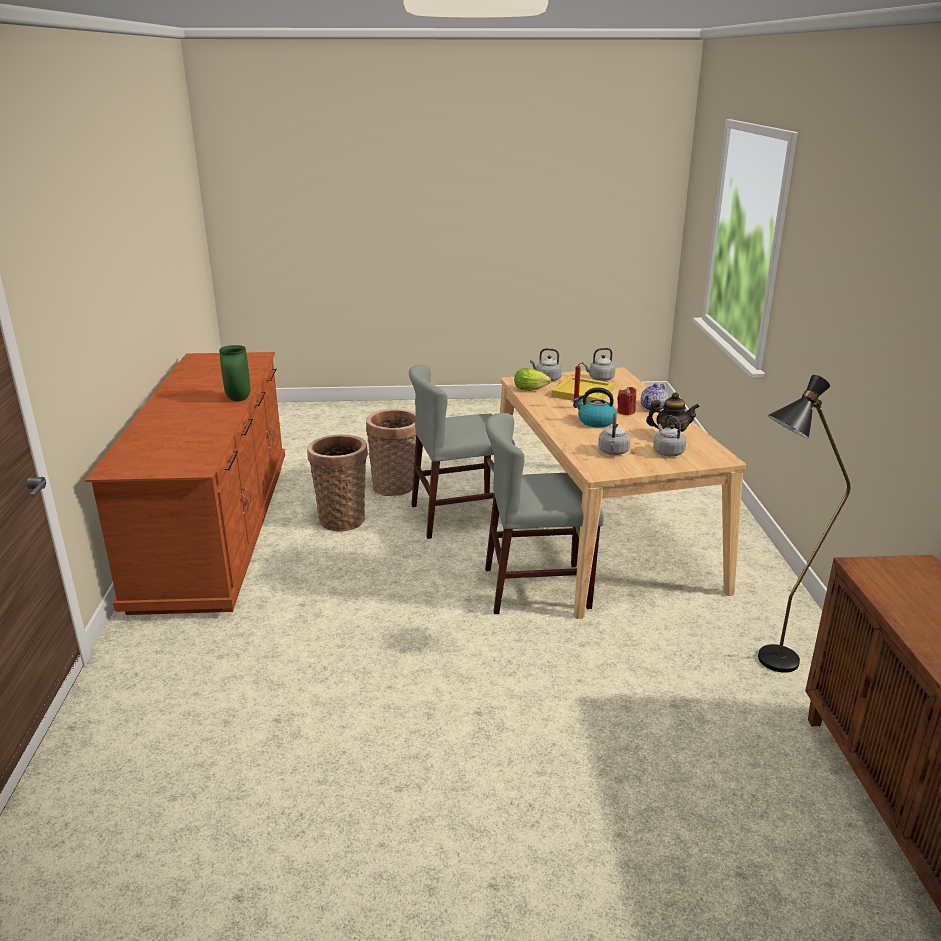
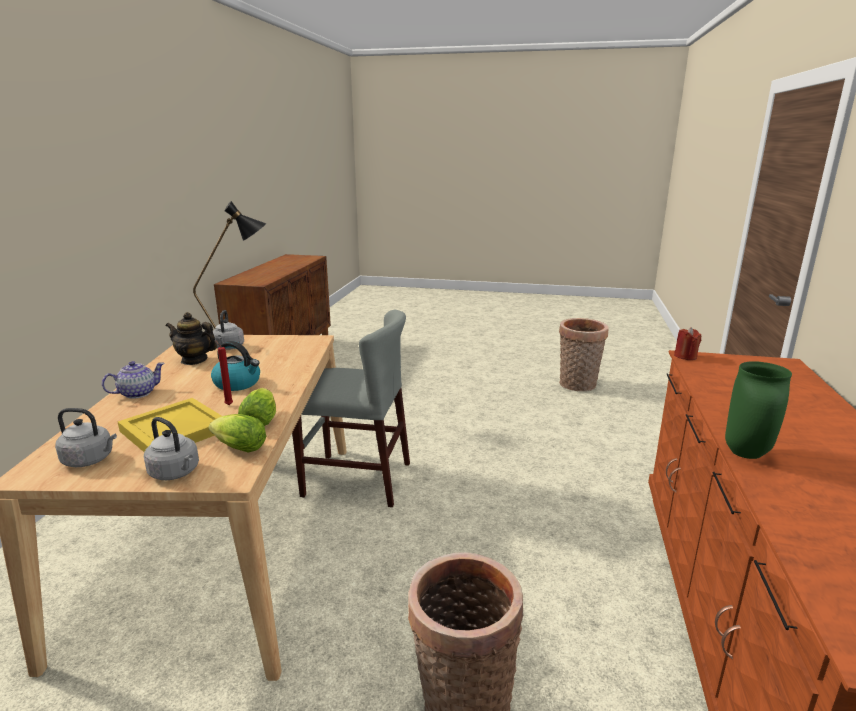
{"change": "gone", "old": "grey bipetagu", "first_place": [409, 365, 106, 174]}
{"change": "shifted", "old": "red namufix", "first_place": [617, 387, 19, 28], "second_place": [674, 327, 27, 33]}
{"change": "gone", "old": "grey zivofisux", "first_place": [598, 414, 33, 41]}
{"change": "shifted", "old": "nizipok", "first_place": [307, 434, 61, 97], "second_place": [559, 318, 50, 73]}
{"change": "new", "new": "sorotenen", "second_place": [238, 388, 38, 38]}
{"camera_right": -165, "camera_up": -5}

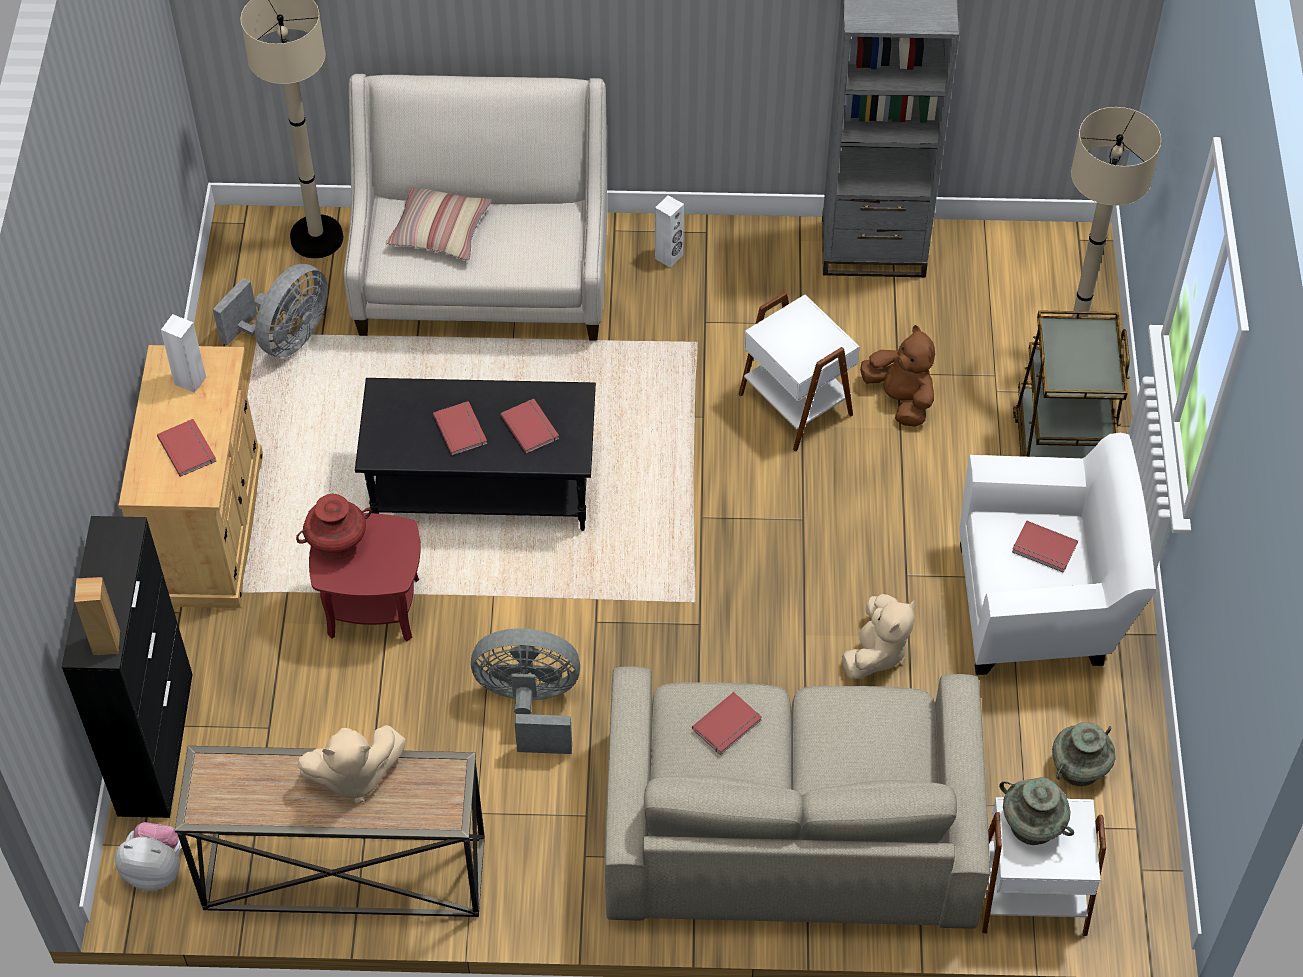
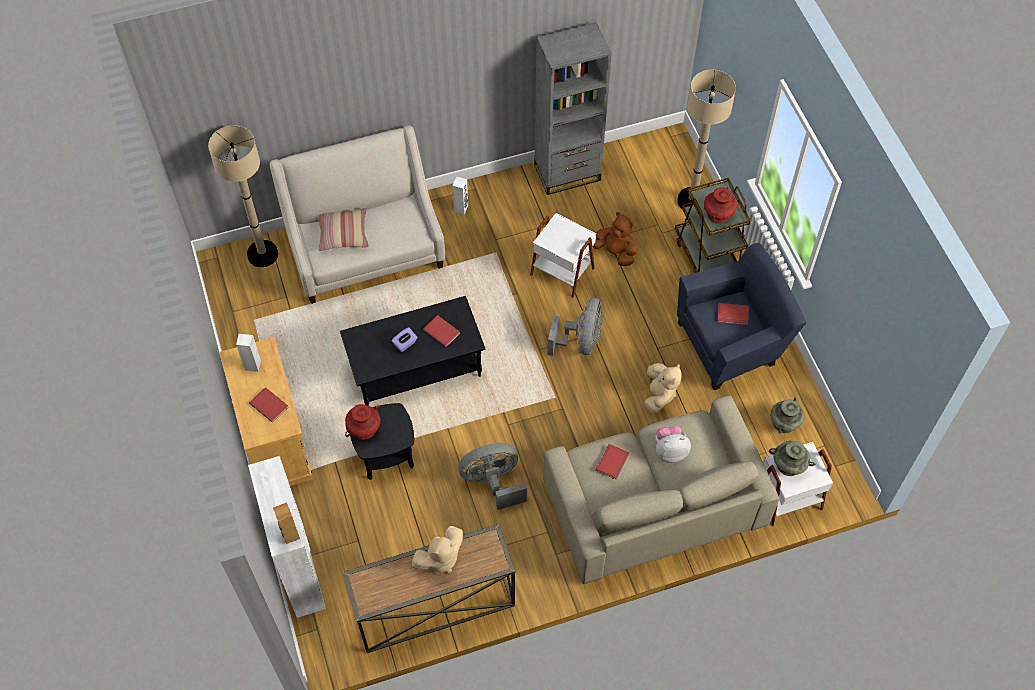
{"change": "shifted", "old": "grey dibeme", "first_place": [213, 264, 115, 94], "second_place": [547, 298, 56, 58]}
{"change": "swapped", "old": "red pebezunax", "new": "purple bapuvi", "first_place": [433, 401, 54, 54], "second_place": [391, 327, 27, 25]}
{"change": "repainted", "old": "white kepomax", "new": "blue kepomax", "first_place": [959, 433, 197, 242], "second_place": [677, 243, 129, 147]}
{"change": "repainted", "old": "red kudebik", "new": "black kudebik", "first_place": [309, 513, 111, 129], "second_place": [350, 403, 64, 77]}
{"change": "repainted", "old": "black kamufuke", "new": "white kamufuke", "first_place": [62, 516, 131, 302], "second_place": [248, 456, 78, 162]}
{"change": "shifted", "old": "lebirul", "first_place": [115, 822, 66, 69], "second_place": [655, 426, 36, 37]}
{"change": "new", "new": "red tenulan", "second_place": [704, 187, 33, 37]}
{"camera_right": -20, "camera_up": 5}

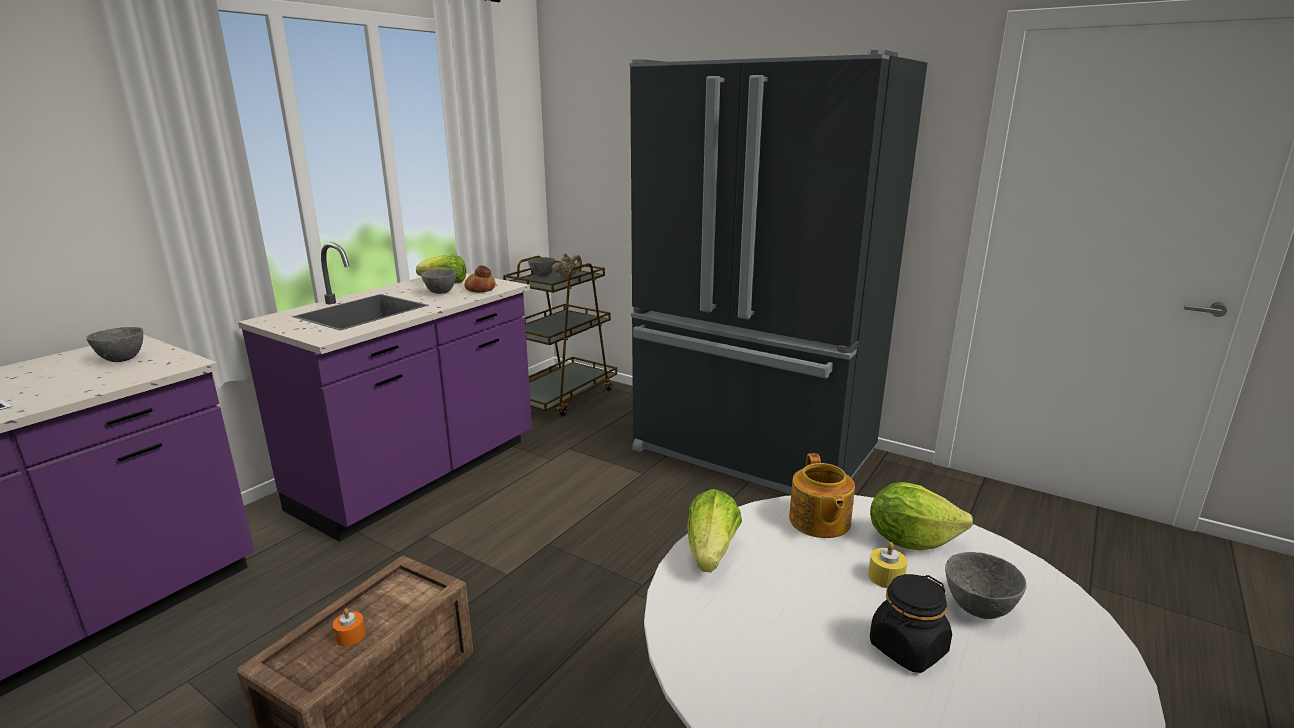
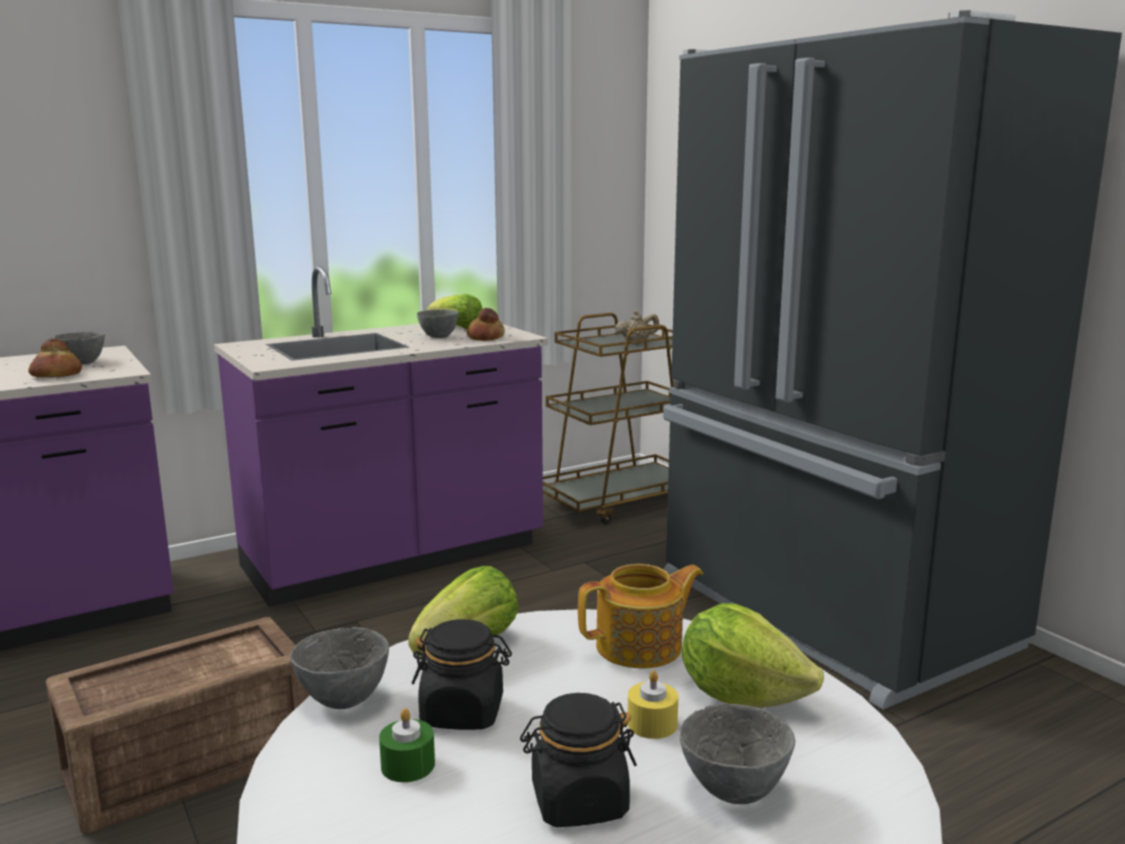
{"change": "shifted", "old": "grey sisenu", "first_place": [528, 257, 28, 20], "second_place": [290, 627, 99, 82]}
{"change": "rotated", "old": "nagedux", "first_place": [789, 453, 66, 85], "second_place": [578, 564, 125, 104], "degrees": -135}
{"change": "gone", "old": "orange namufix", "first_place": [333, 609, 33, 37]}
{"change": "new", "new": "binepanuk", "second_place": [28, 338, 54, 40]}
{"change": "new", "new": "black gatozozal", "second_place": [412, 619, 100, 111]}
{"change": "new", "new": "green namufix", "second_place": [379, 708, 56, 74]}
{"camera_right": 25, "camera_up": -5}

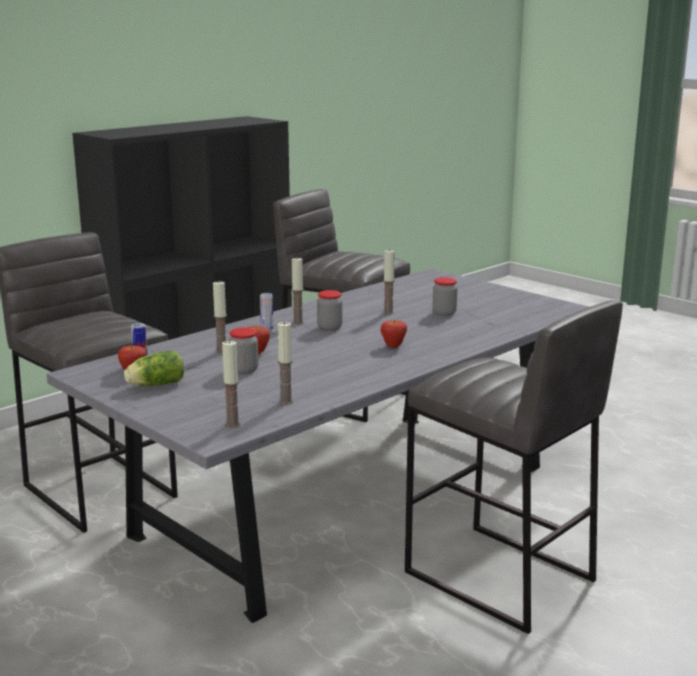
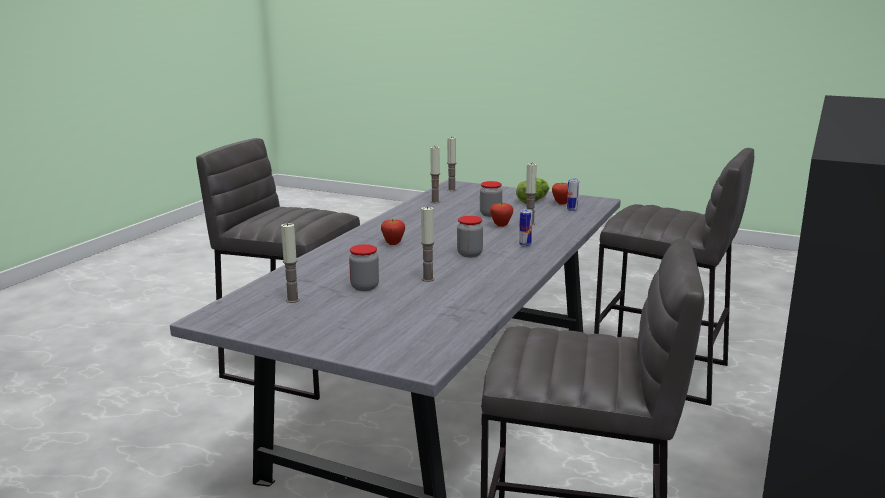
{"change": "shifted", "old": "namufix", "first_place": [292, 258, 12, 67], "second_place": [281, 223, 19, 80]}
{"camera_right": 160, "camera_up": 0}

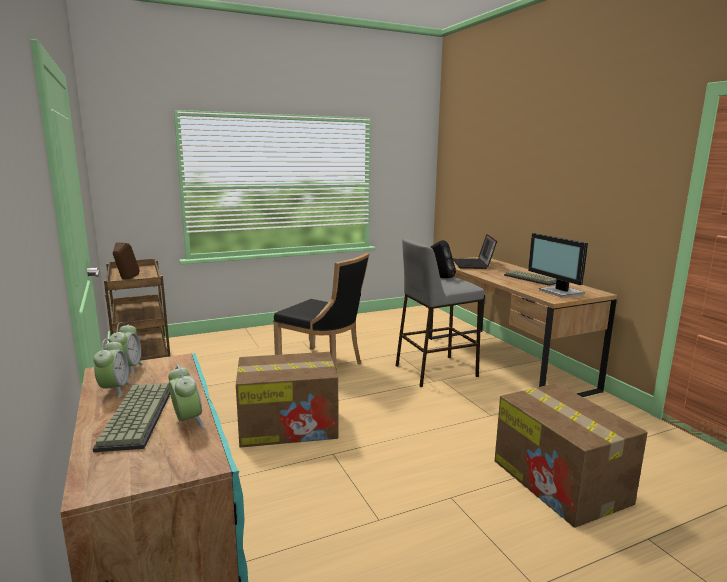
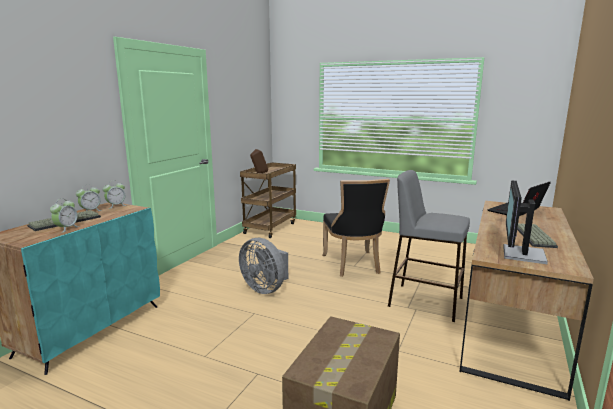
{"change": "gone", "old": "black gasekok", "first_place": [431, 240, 25, 38]}
{"change": "swapped", "old": "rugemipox", "new": "grey dibeme", "first_place": [236, 352, 102, 96], "second_place": [239, 238, 49, 56]}
{"camera_right": 50, "camera_up": 0}

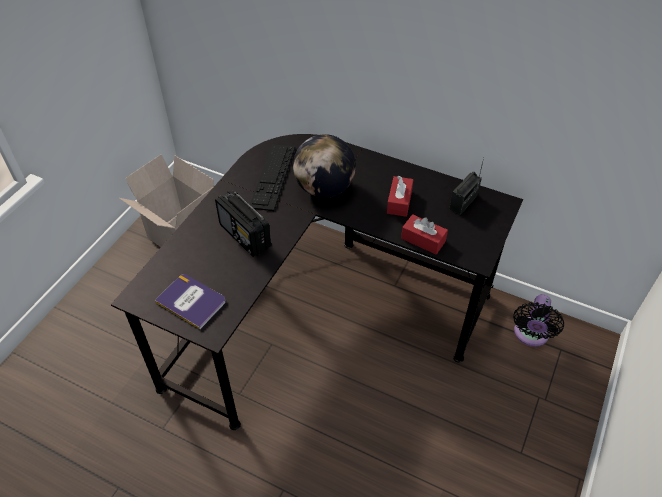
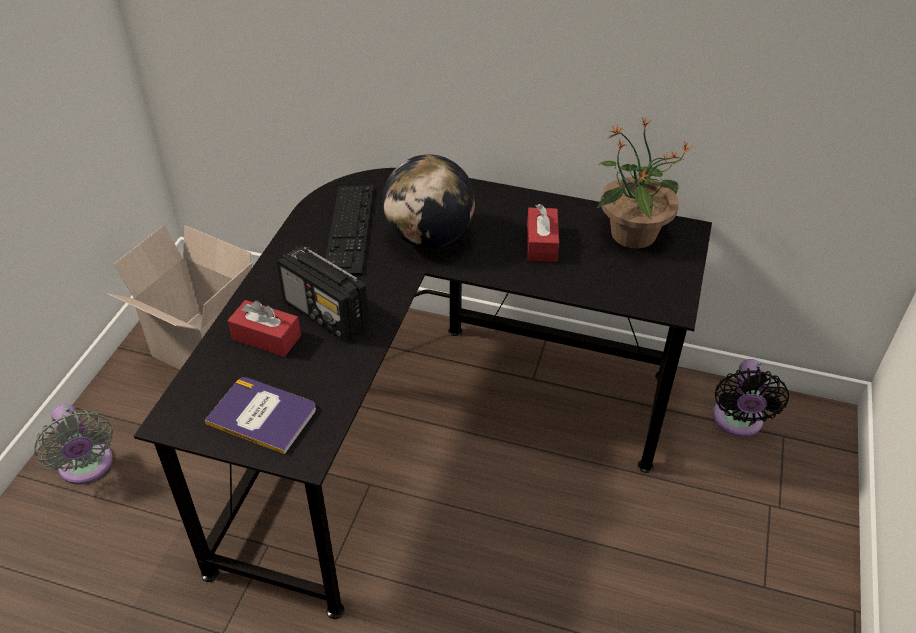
{"change": "swapped", "old": "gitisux", "new": "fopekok", "first_place": [449, 157, 35, 58], "second_place": [596, 117, 97, 132]}
{"change": "shifted", "old": "red bapuvi", "first_place": [401, 214, 47, 41], "second_place": [227, 300, 74, 57]}
{"change": "new", "new": "grey dibeme", "second_place": [34, 404, 79, 80]}
{"camera_right": -10, "camera_up": -5}

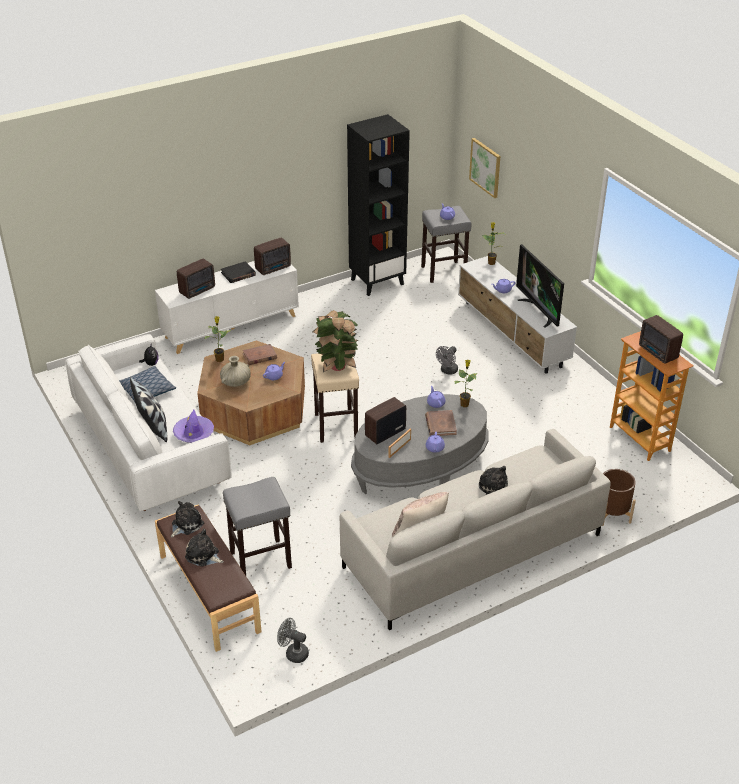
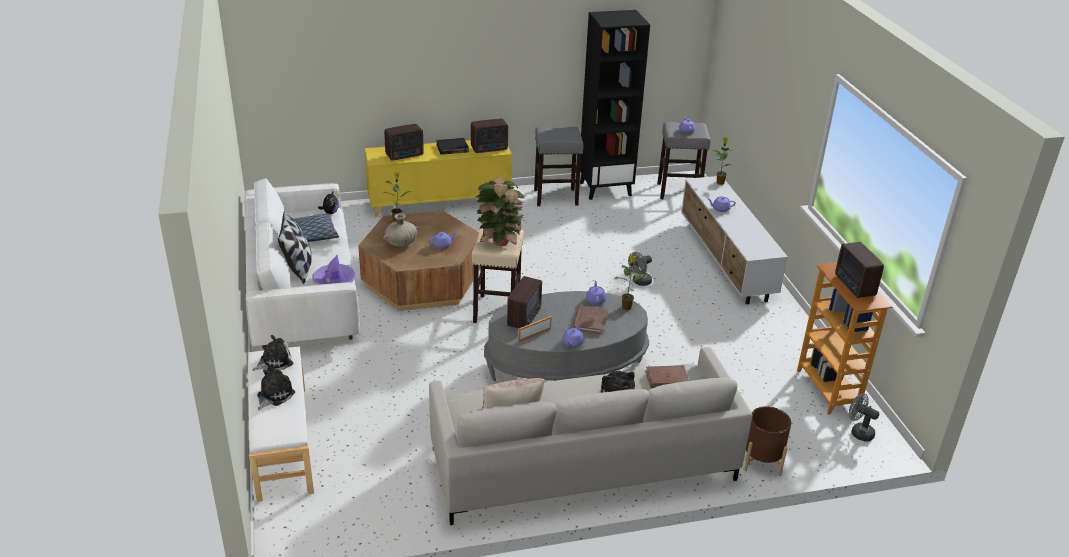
{"change": "gone", "old": "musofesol", "first_place": [469, 138, 31, 60]}
{"change": "gone", "old": "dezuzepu", "first_place": [516, 244, 48, 83]}
{"change": "repainted", "old": "white kamufuke", "new": "yellow kamufuke", "first_place": [155, 261, 144, 93], "second_place": [365, 140, 147, 77]}
{"change": "shifted", "old": "brown pebezunax", "first_place": [242, 344, 35, 21], "second_place": [645, 365, 44, 23]}
{"change": "rotated", "old": "gitisux", "first_place": [365, 397, 41, 47], "second_place": [507, 276, 35, 53], "degrees": 135}
{"change": "shifted", "old": "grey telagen", "first_place": [223, 477, 69, 98], "second_place": [534, 127, 50, 79]}
{"change": "repainted", "old": "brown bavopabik", "new": "white bavopabik", "first_place": [155, 504, 107, 148], "second_place": [248, 346, 66, 156]}
{"change": "rotated", "old": "lebirul", "first_place": [185, 529, 39, 38], "second_place": [257, 369, 38, 41], "degrees": 75}
{"change": "shifted", "old": "grey dibeme", "first_place": [277, 618, 32, 45], "second_place": [849, 393, 30, 48]}
{"camera_right": 15, "camera_up": -5}

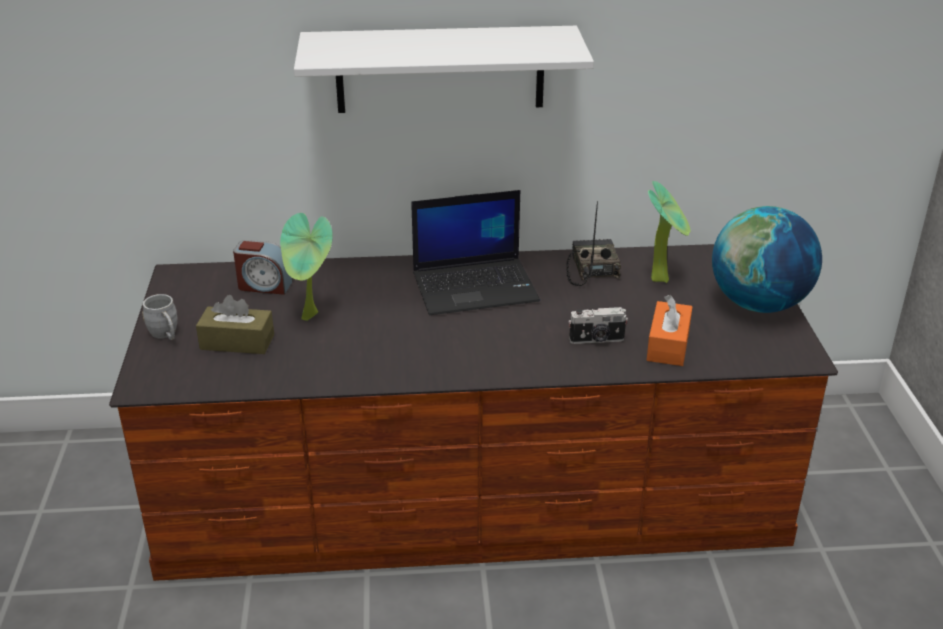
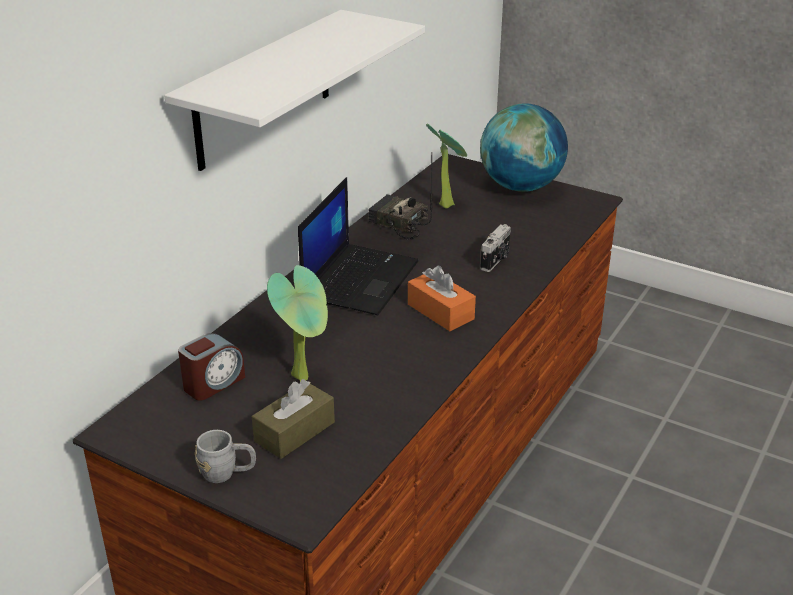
{"change": "shifted", "old": "orange bapuvi", "first_place": [647, 295, 46, 71], "second_place": [408, 266, 68, 65]}
{"camera_right": -55, "camera_up": 0}

